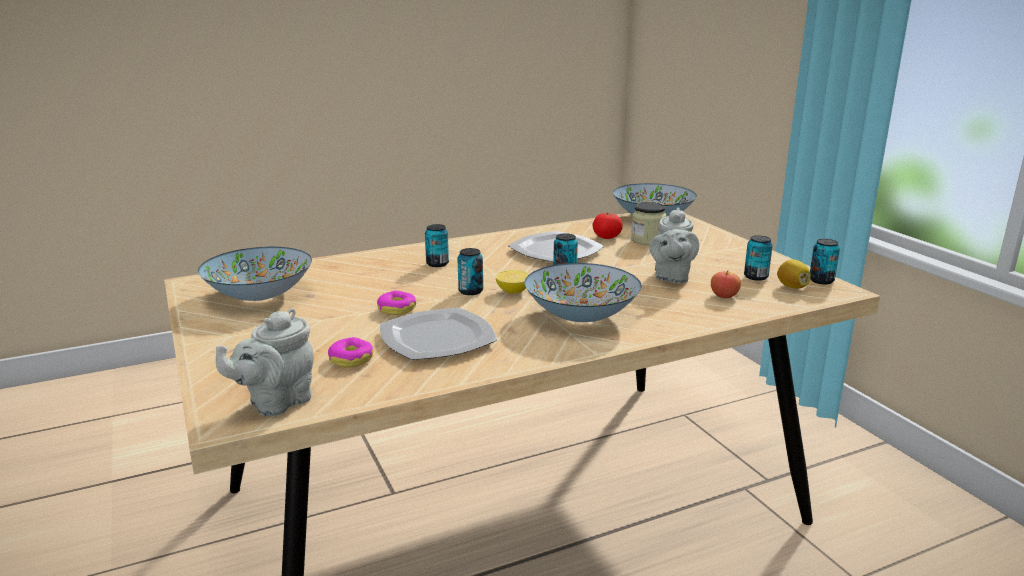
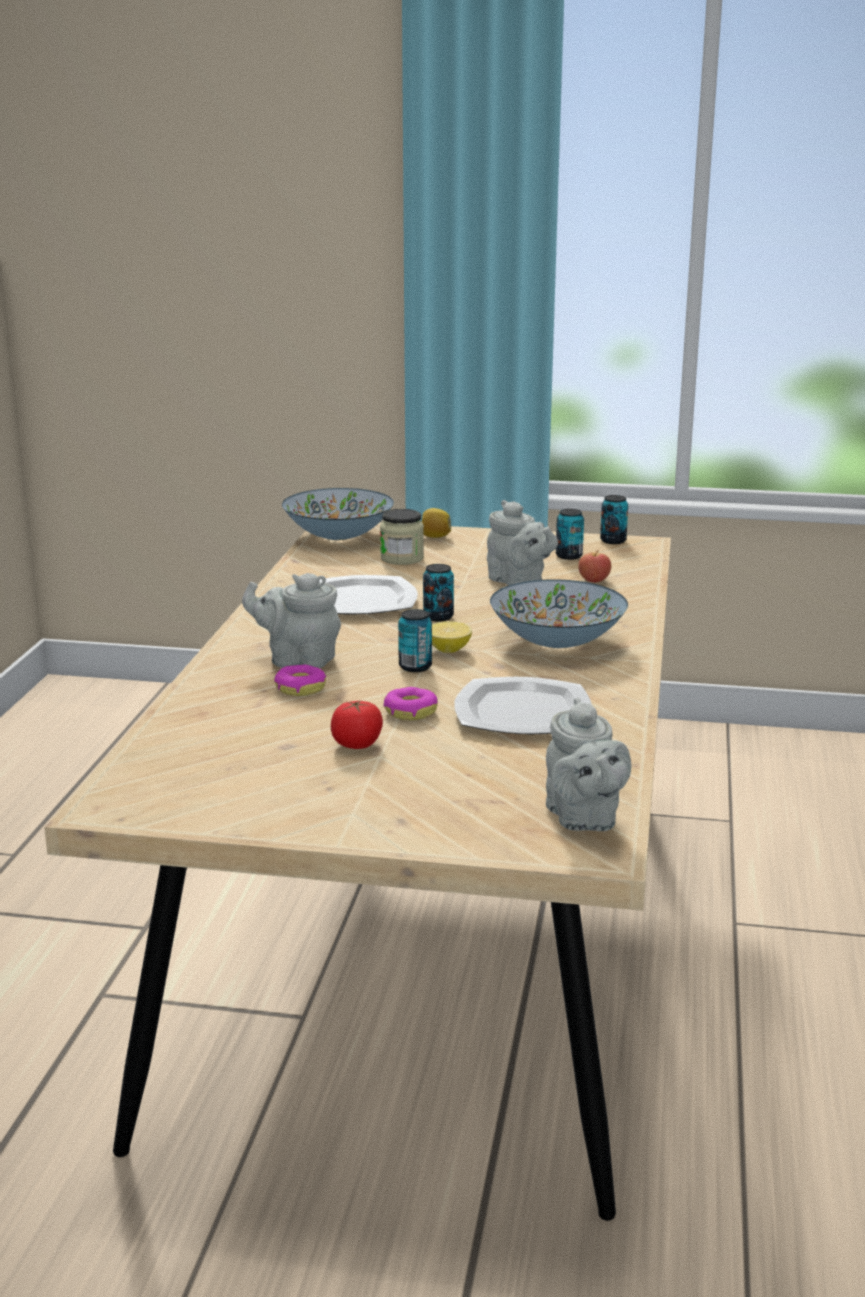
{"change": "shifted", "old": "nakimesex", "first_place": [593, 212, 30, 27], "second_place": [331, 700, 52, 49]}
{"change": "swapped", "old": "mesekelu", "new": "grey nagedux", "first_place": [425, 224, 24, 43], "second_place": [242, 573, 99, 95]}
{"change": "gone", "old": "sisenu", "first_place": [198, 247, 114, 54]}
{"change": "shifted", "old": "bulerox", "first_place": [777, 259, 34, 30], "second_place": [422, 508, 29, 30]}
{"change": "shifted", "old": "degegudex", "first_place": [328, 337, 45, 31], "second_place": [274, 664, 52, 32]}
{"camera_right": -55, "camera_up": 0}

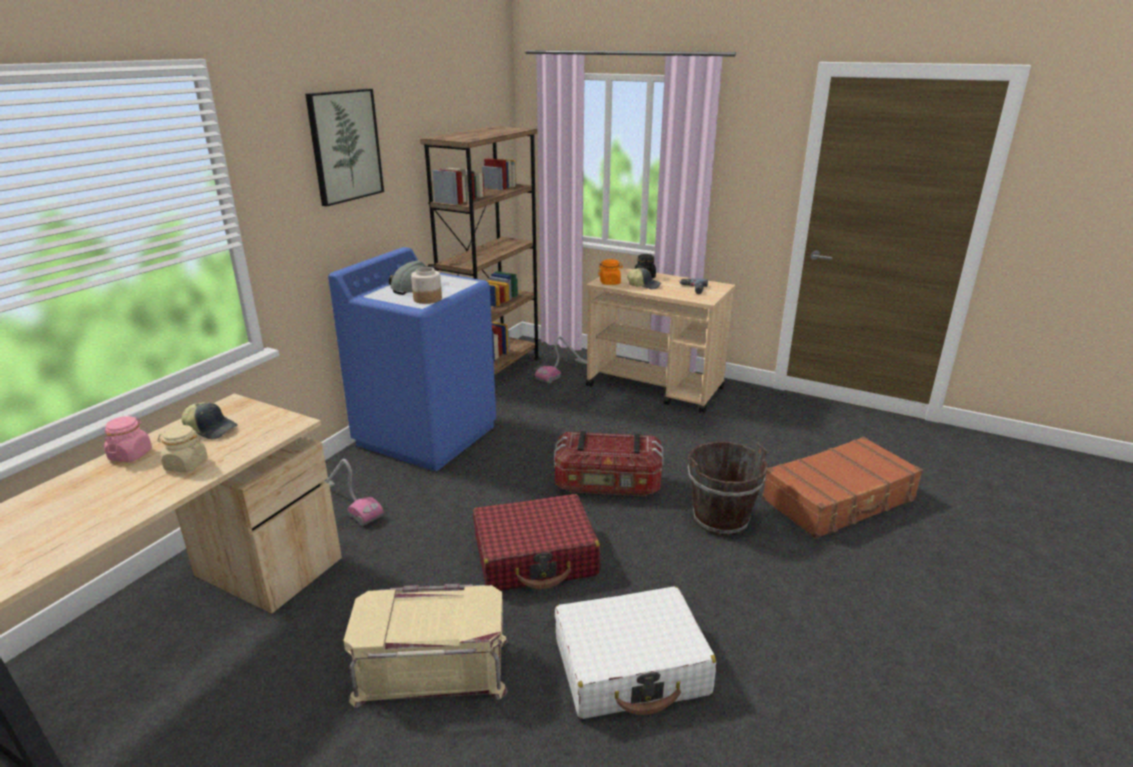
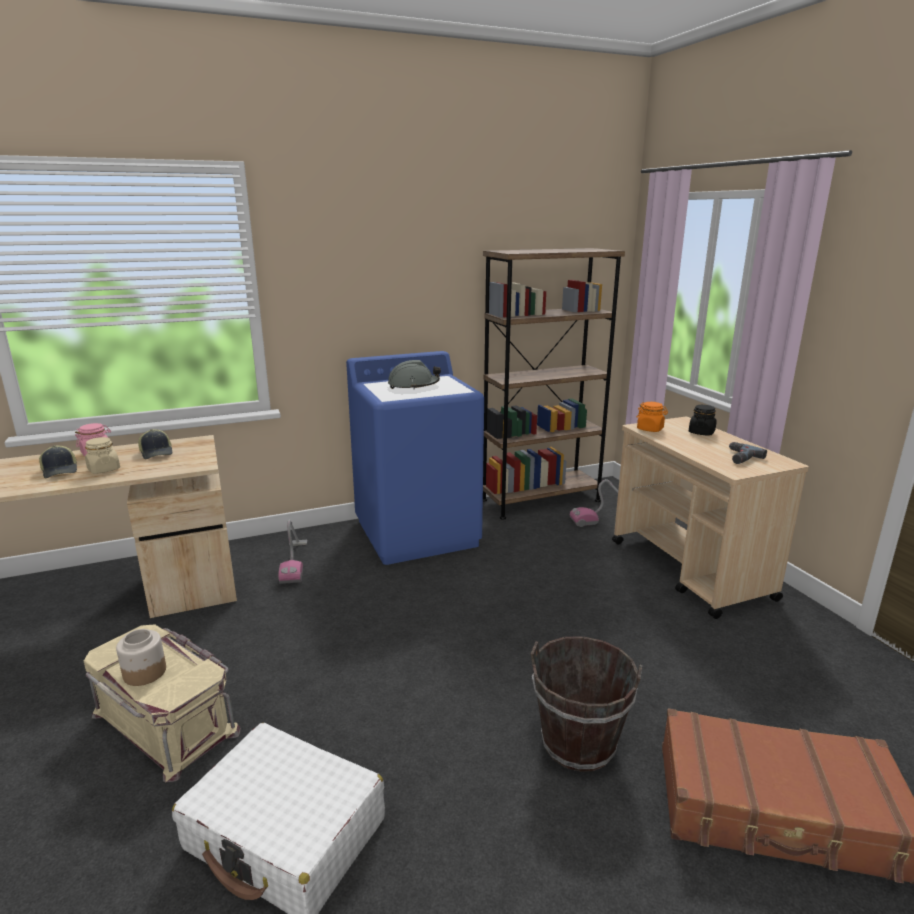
{"change": "gone", "old": "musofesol", "first_place": [305, 89, 79, 118]}
{"change": "shifted", "old": "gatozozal", "first_place": [411, 267, 31, 37], "second_place": [116, 629, 50, 57]}
{"change": "shifted", "old": "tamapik", "first_place": [627, 268, 34, 21], "second_place": [39, 445, 38, 33]}
{"change": "gone", "old": "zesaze", "first_place": [554, 431, 110, 65]}
{"change": "gone", "old": "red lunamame", "first_place": [473, 494, 127, 97]}
{"camera_right": 40, "camera_up": -5}

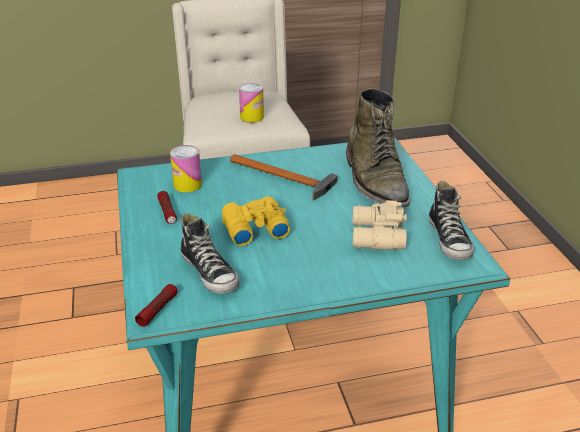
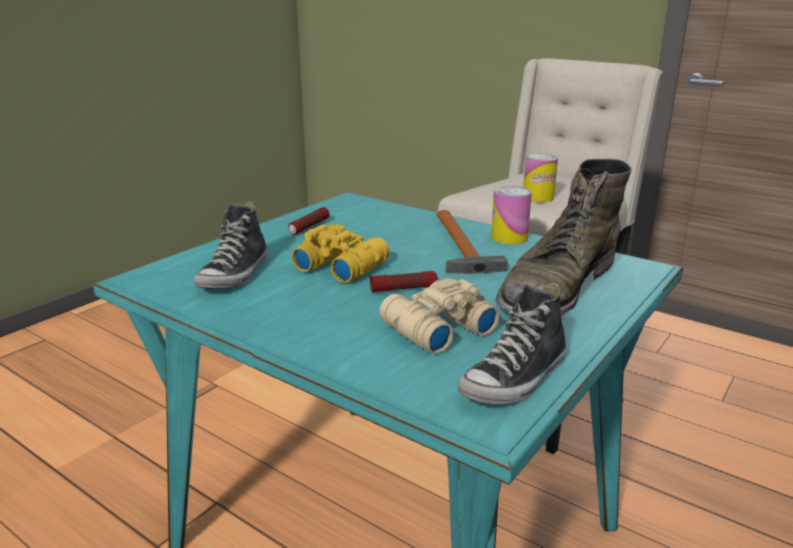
{"change": "shifted", "old": "mesekelu", "first_place": [170, 145, 32, 47], "second_place": [491, 186, 41, 58]}
{"change": "shifted", "old": "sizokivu", "first_place": [135, 284, 43, 43], "second_place": [370, 271, 68, 21]}
{"camera_right": 50, "camera_up": -10}

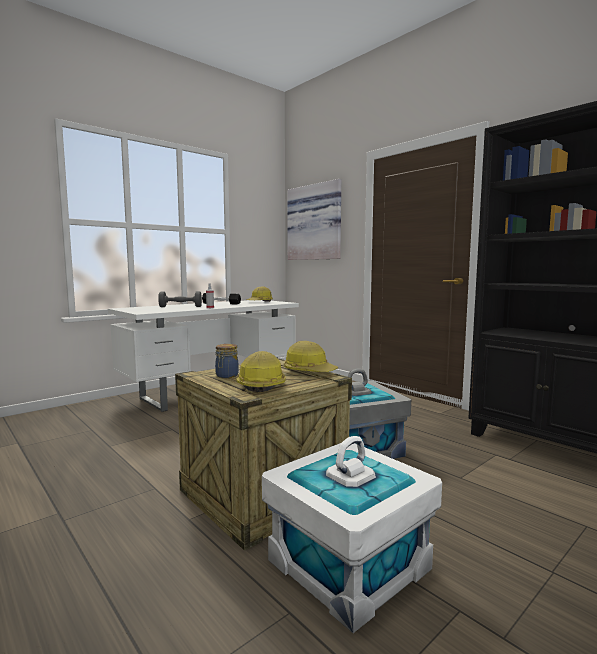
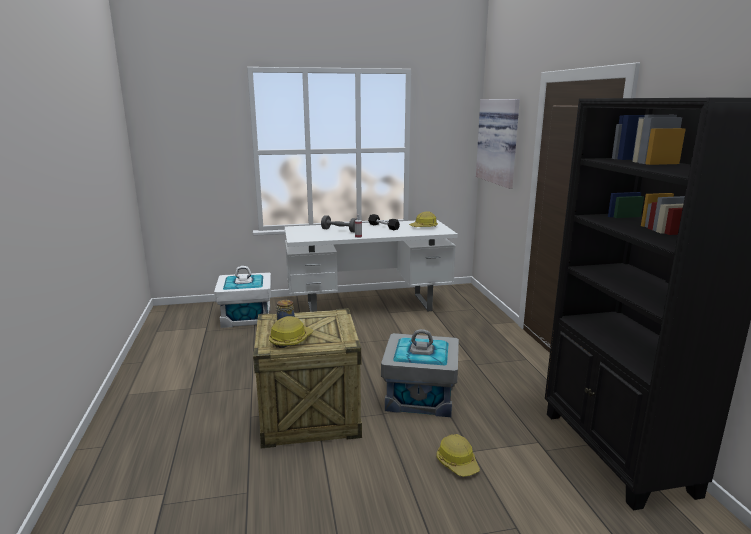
{"change": "shifted", "old": "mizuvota", "first_place": [284, 341, 54, 31], "second_place": [437, 434, 43, 43]}
{"change": "shifted", "old": "white zesaze", "first_place": [262, 436, 180, 197], "second_place": [214, 266, 57, 62]}
{"camera_right": 30, "camera_up": 10}

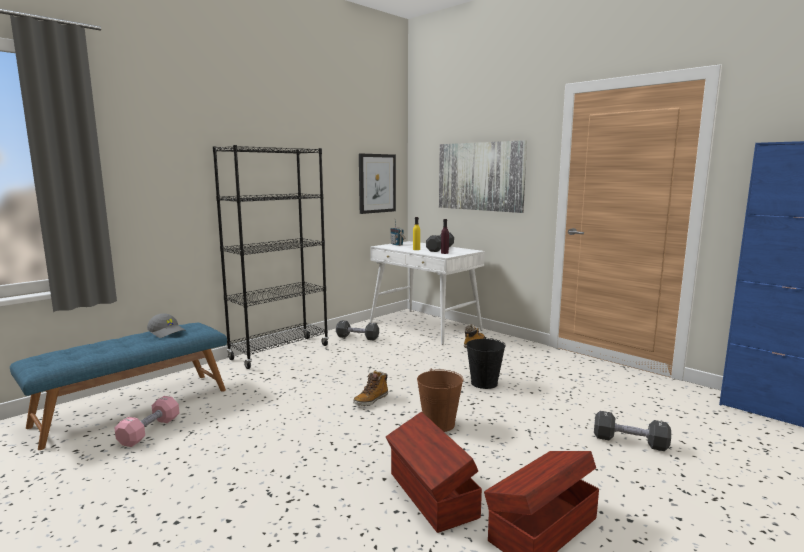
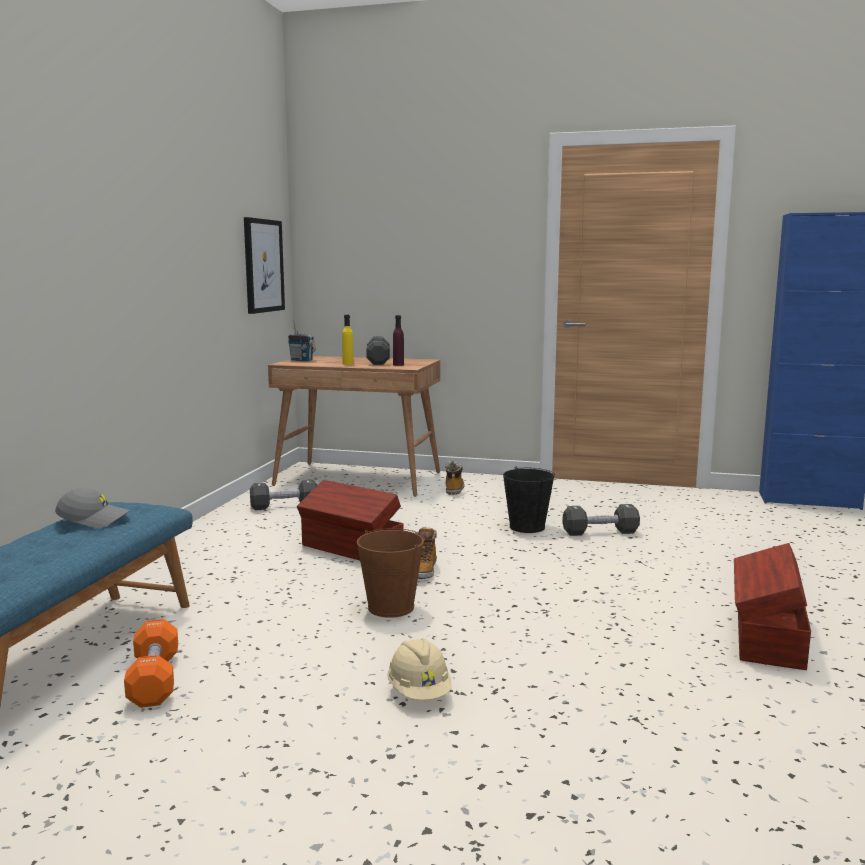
{"change": "gone", "old": "musofesol", "first_place": [439, 140, 88, 73]}
{"change": "gone", "old": "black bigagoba", "first_place": [213, 145, 116, 224]}
{"change": "repainted", "old": "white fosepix", "new": "brown fosepix", "first_place": [370, 241, 115, 104], "second_place": [268, 356, 172, 140]}
{"change": "shifted", "old": "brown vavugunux", "first_place": [417, 368, 47, 64], "second_place": [357, 528, 68, 90]}
{"change": "repainted", "old": "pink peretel", "new": "orange peretel", "first_place": [114, 396, 65, 51], "second_place": [124, 619, 54, 89]}
{"change": "shifted", "old": "black peretel", "first_place": [594, 411, 77, 40], "second_place": [562, 504, 78, 32]}
{"change": "shifted", "old": "brown zesaze", "first_place": [386, 412, 96, 121], "second_place": [297, 480, 107, 80]}
{"change": "new", "new": "beige mizuvota", "second_place": [387, 638, 65, 62]}
{"camera_right": -30, "camera_up": 0}

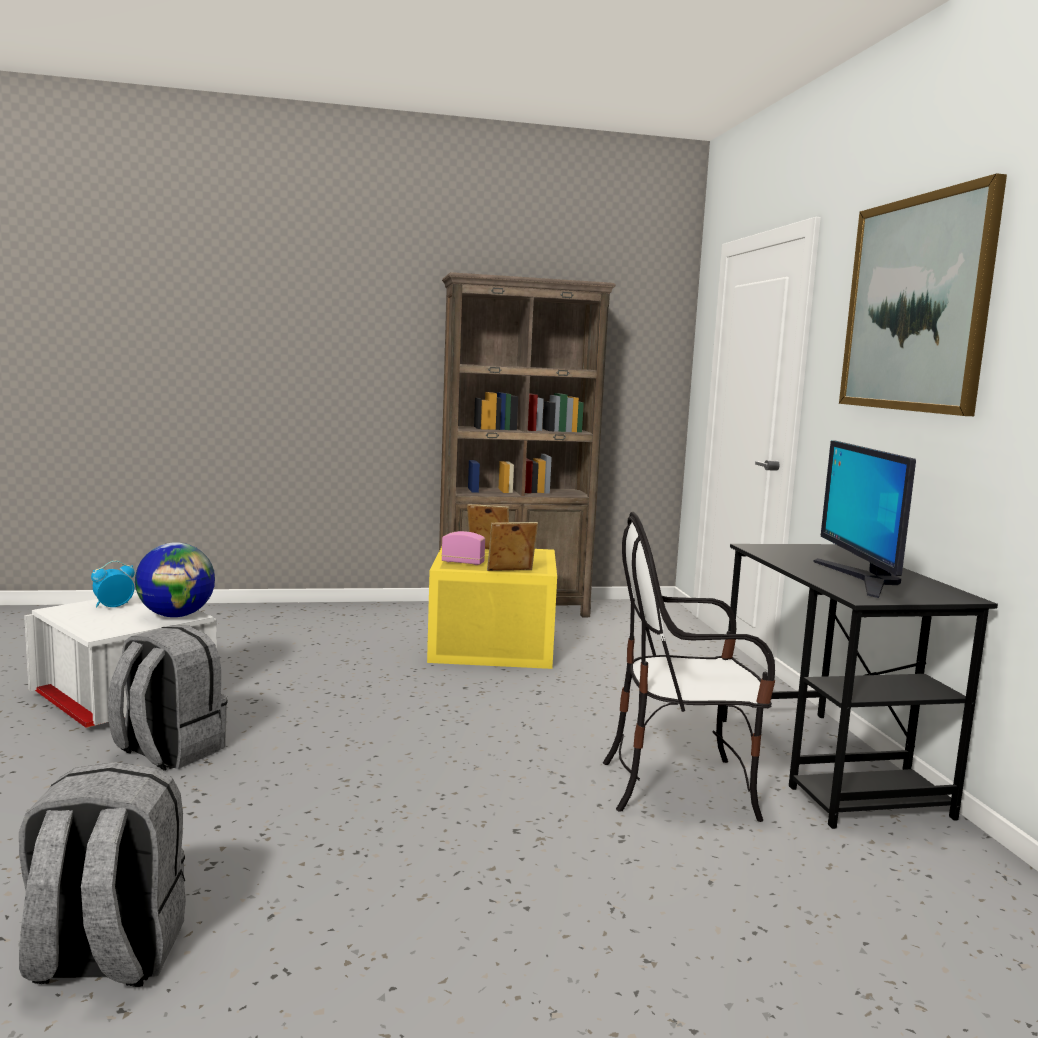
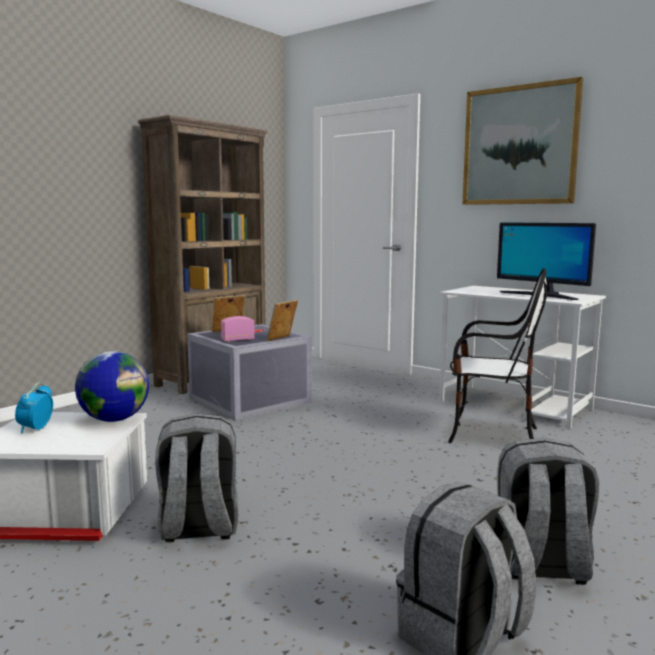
{"change": "rotated", "old": "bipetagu", "first_place": [603, 512, 172, 310], "second_place": [448, 268, 99, 175], "degrees": -120}
{"change": "repainted", "old": "black fosepix", "new": "white fosepix", "first_place": [723, 544, 275, 285], "second_place": [439, 286, 167, 143]}
{"change": "repainted", "old": "yellow zesaze", "new": "grey zesaze", "first_place": [427, 547, 130, 122], "second_place": [187, 324, 125, 96]}
{"change": "new", "new": "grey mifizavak", "second_place": [497, 438, 102, 147]}
{"camera_right": -40, "camera_up": 0}

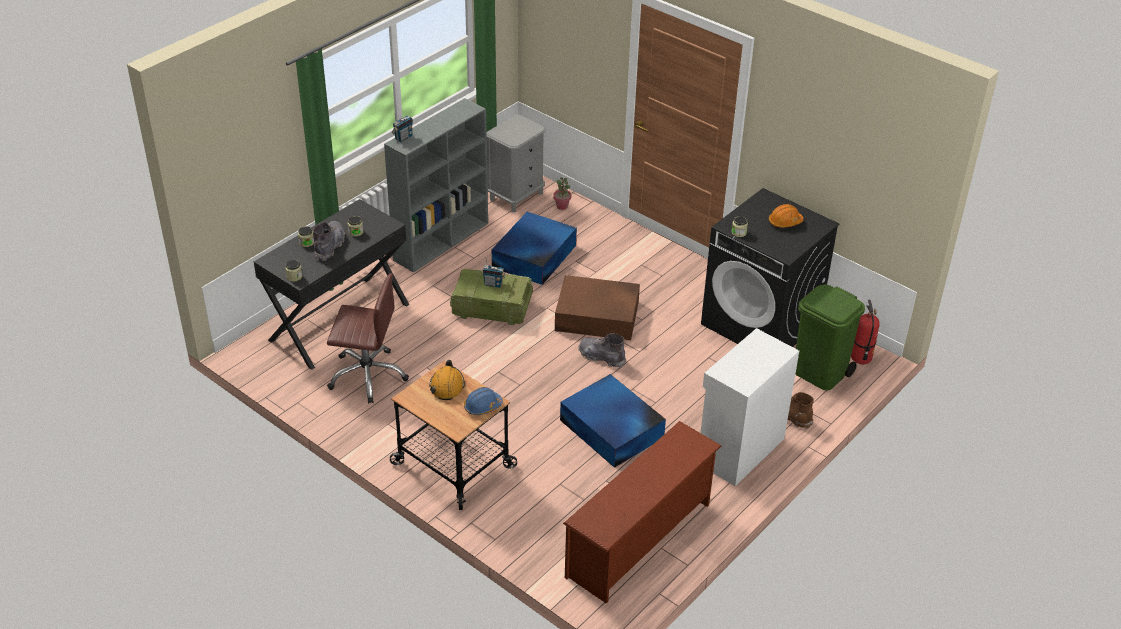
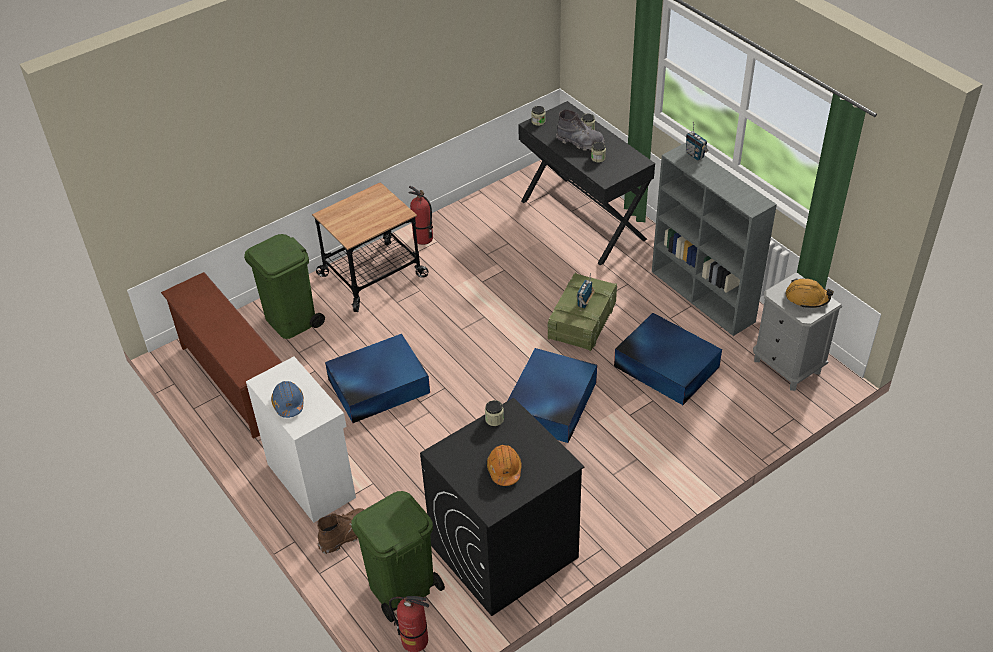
{"change": "gone", "old": "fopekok", "first_place": [553, 177, 18, 33]}
{"change": "gone", "old": "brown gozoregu", "first_place": [327, 273, 82, 131]}
{"change": "repainted", "old": "brown zesaze", "new": "blue zesaze", "first_place": [555, 275, 85, 65], "second_place": [507, 348, 90, 95]}
{"change": "gone", "old": "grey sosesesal", "first_place": [578, 333, 48, 35]}
{"change": "shifted", "old": "orange mizuvota", "first_place": [429, 360, 36, 40], "second_place": [785, 278, 49, 30]}
{"change": "shifted", "old": "blue mizuvota", "first_place": [464, 387, 39, 28], "second_place": [271, 381, 33, 37]}
{"change": "new", "new": "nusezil", "second_place": [409, 186, 24, 59]}
{"change": "new", "new": "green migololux", "second_place": [244, 234, 81, 105]}
{"camera_right": 105, "camera_up": 5}

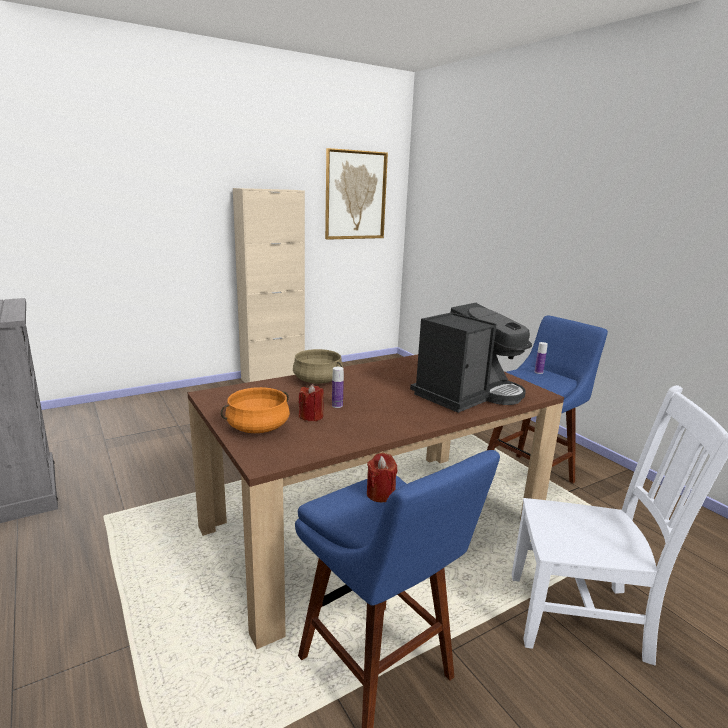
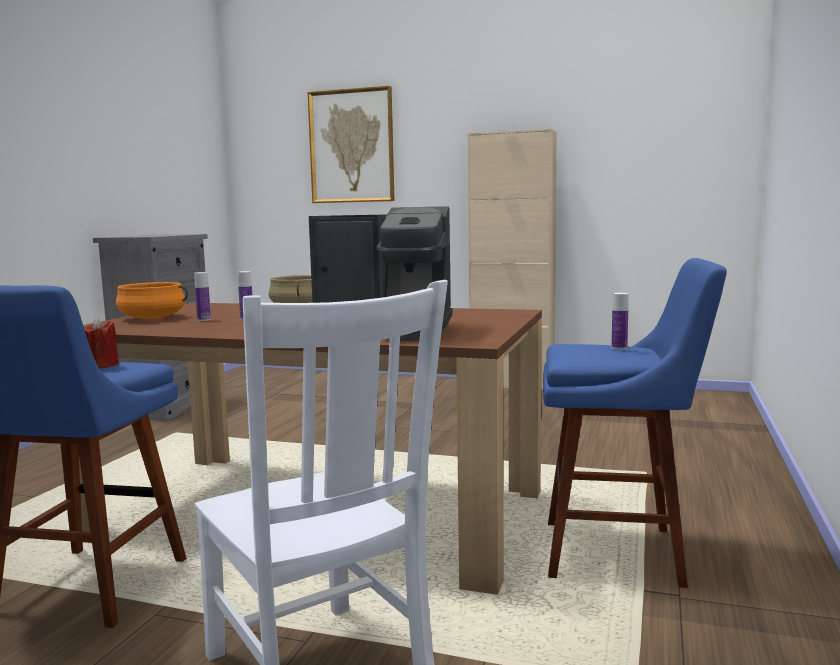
{"change": "shifted", "old": "musofesol", "first_place": [325, 148, 63, 92], "second_place": [308, 86, 86, 117]}
{"change": "swapped", "old": "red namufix", "new": "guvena", "first_place": [299, 384, 25, 37], "second_place": [194, 272, 17, 49]}
{"camera_right": 50, "camera_up": -10}

